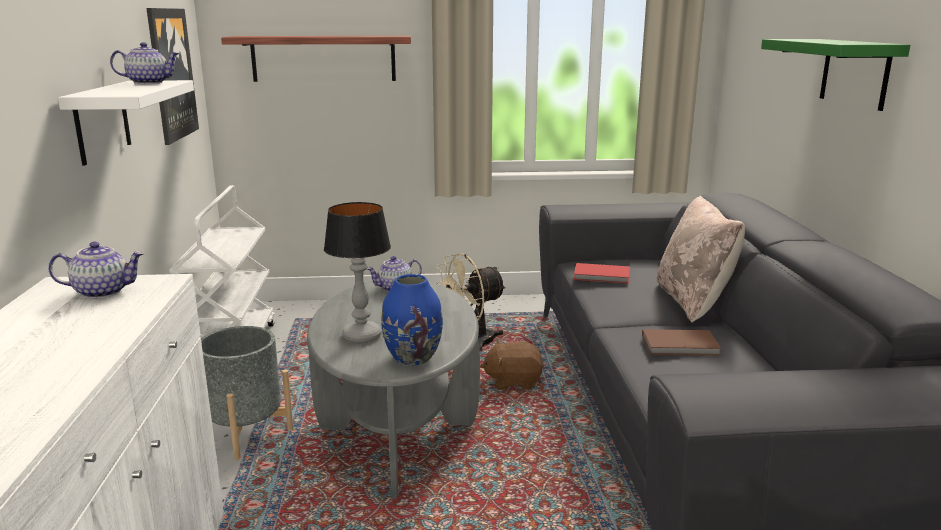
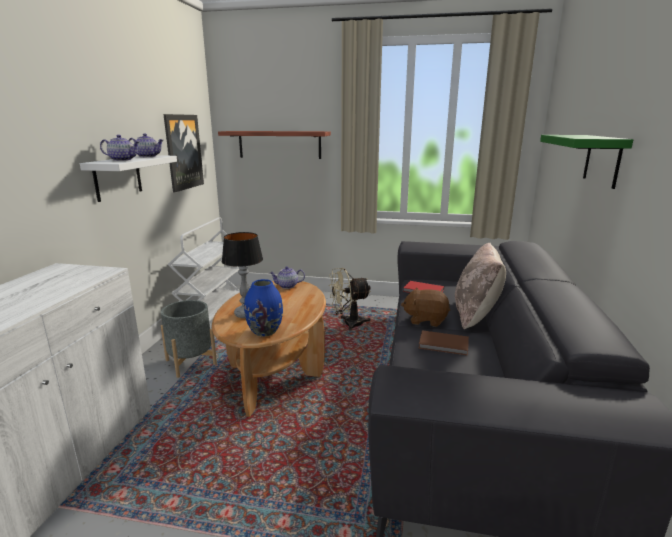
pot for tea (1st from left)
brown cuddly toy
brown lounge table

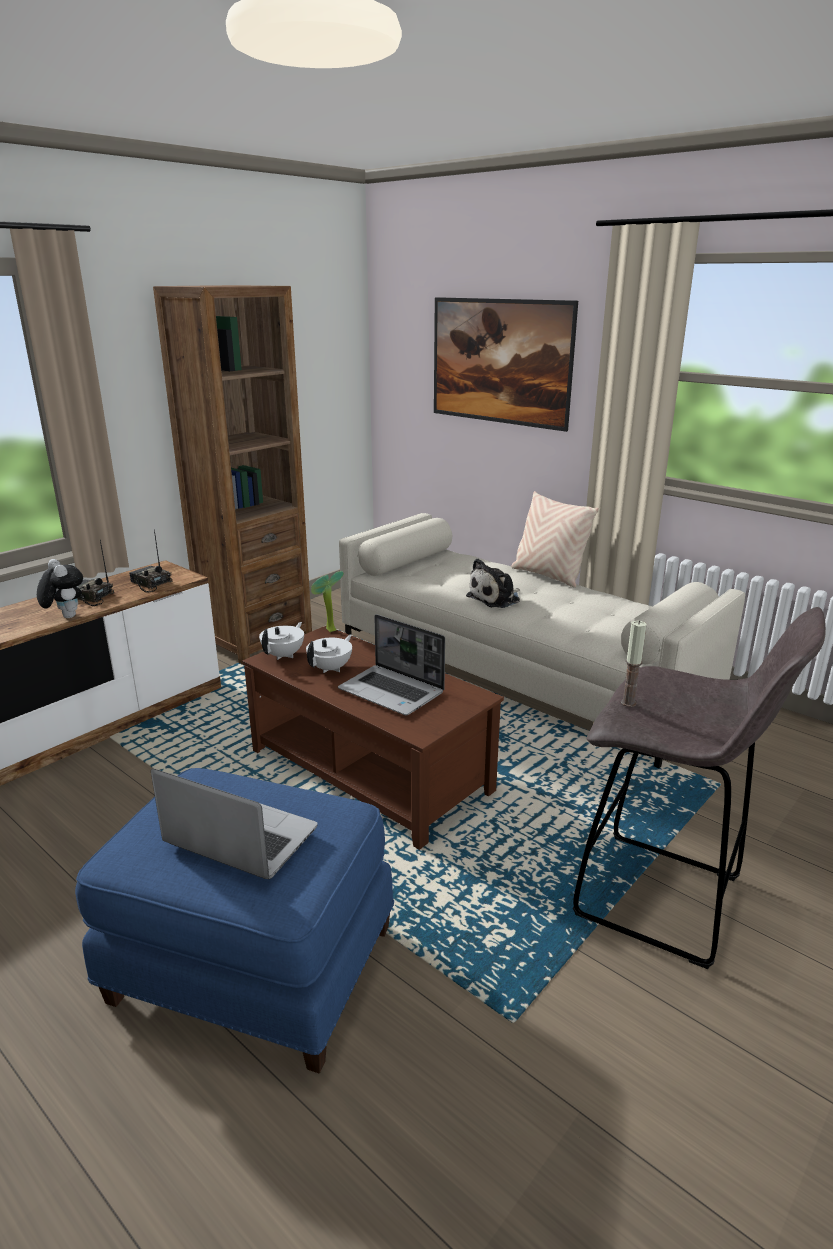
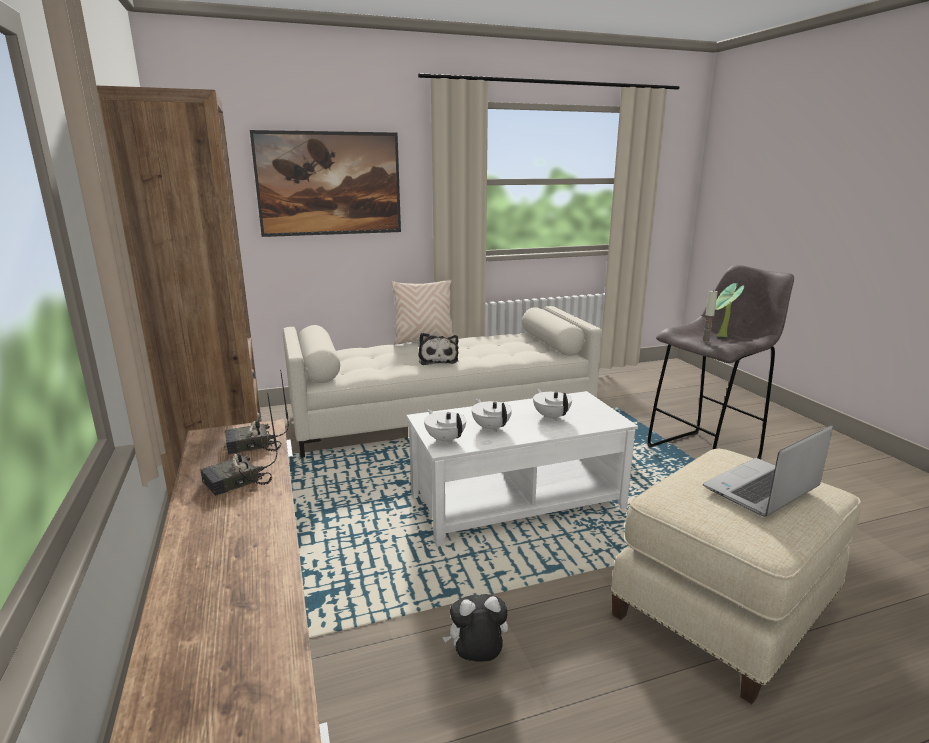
cuddly toy (2nd from left)
potted plant
whitish pot for tea (3rd from left)
sand-coloured footrest
whitish lounge table

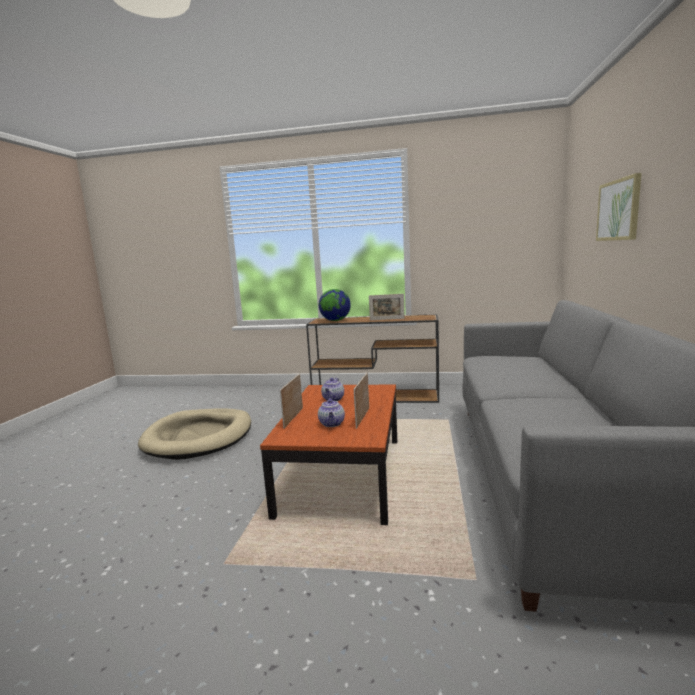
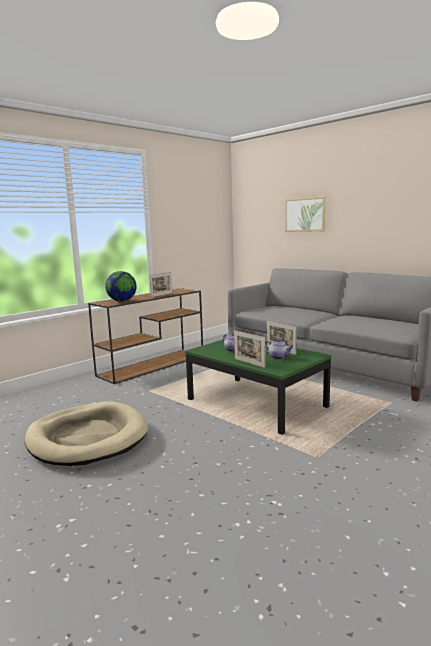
green-coloured lounge table

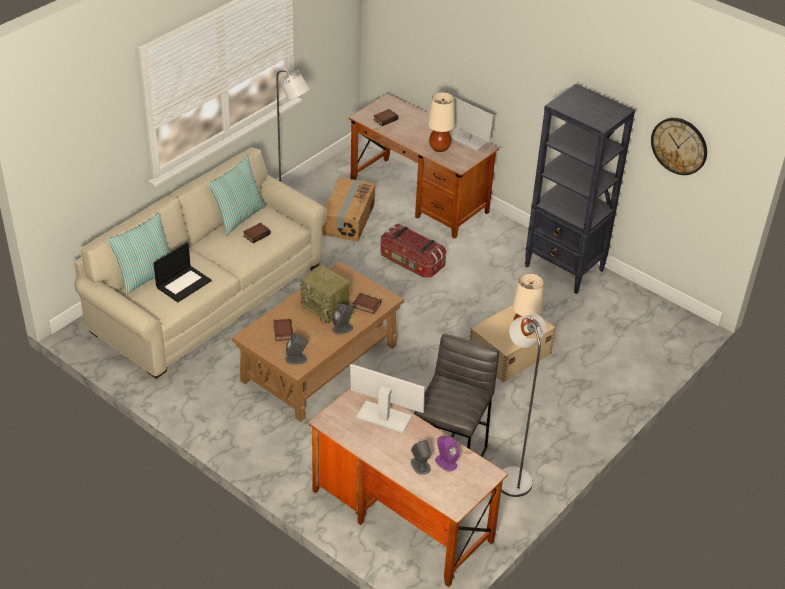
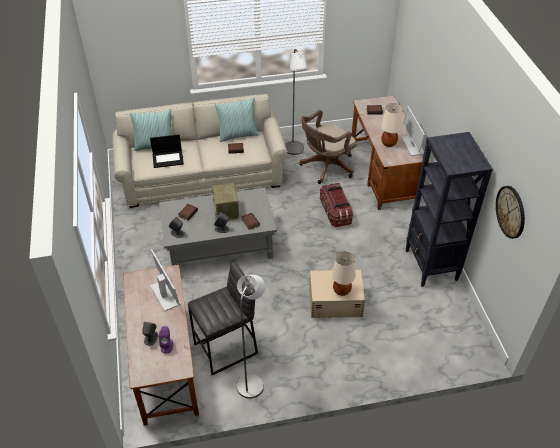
brown office chair
greyish lounge table

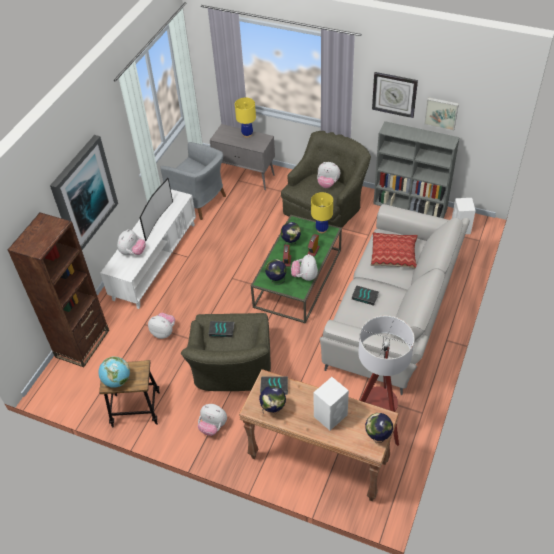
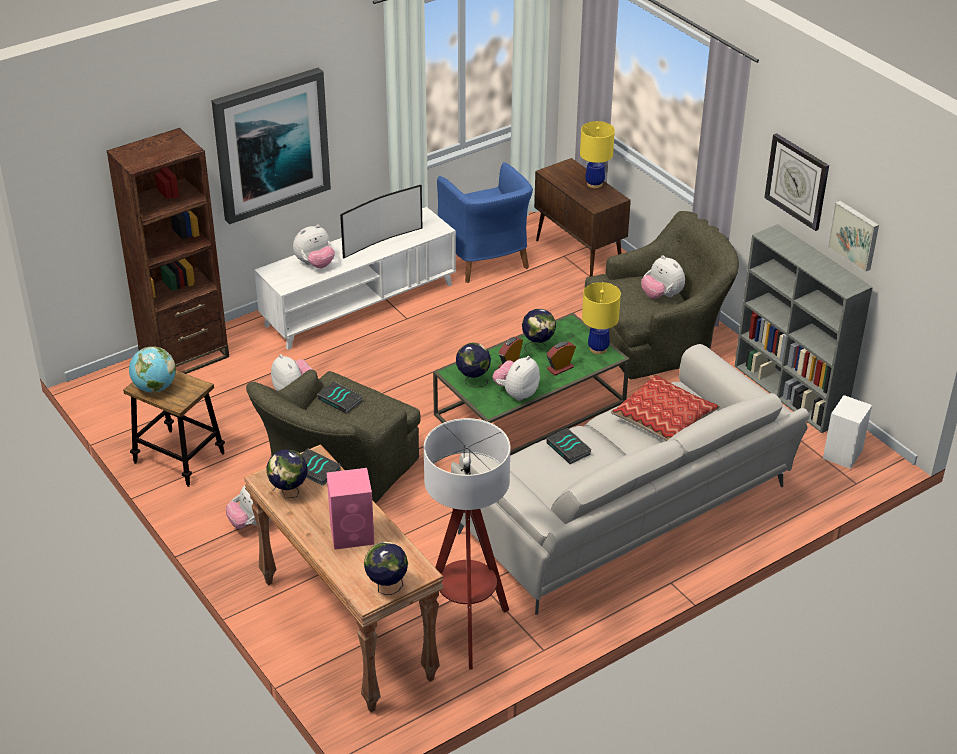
blue-coloured easy chair
brown cupboard
pink audio speaker

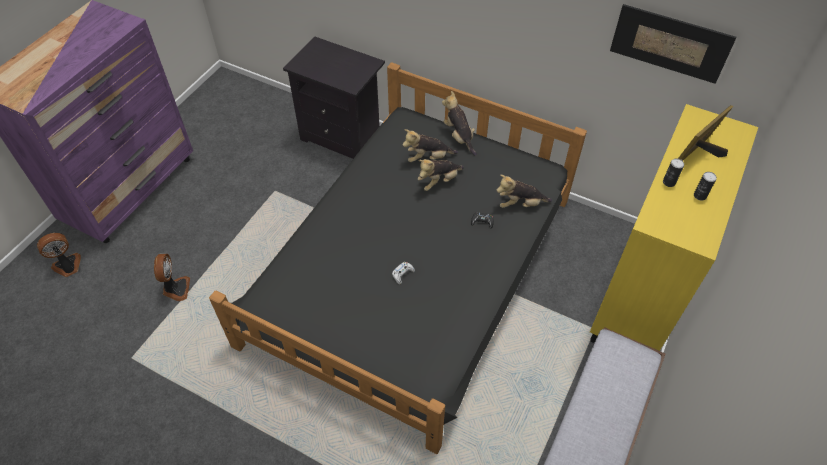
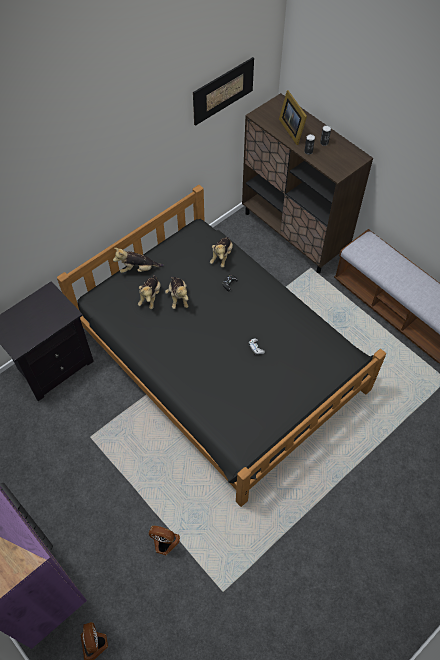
brown cupboard

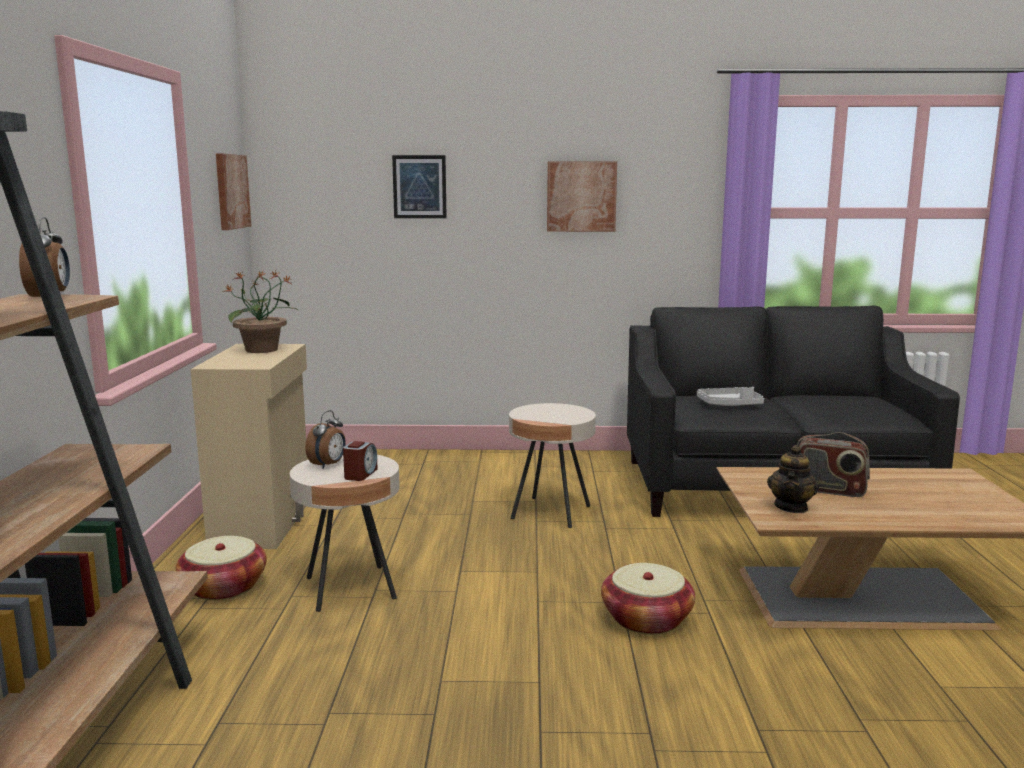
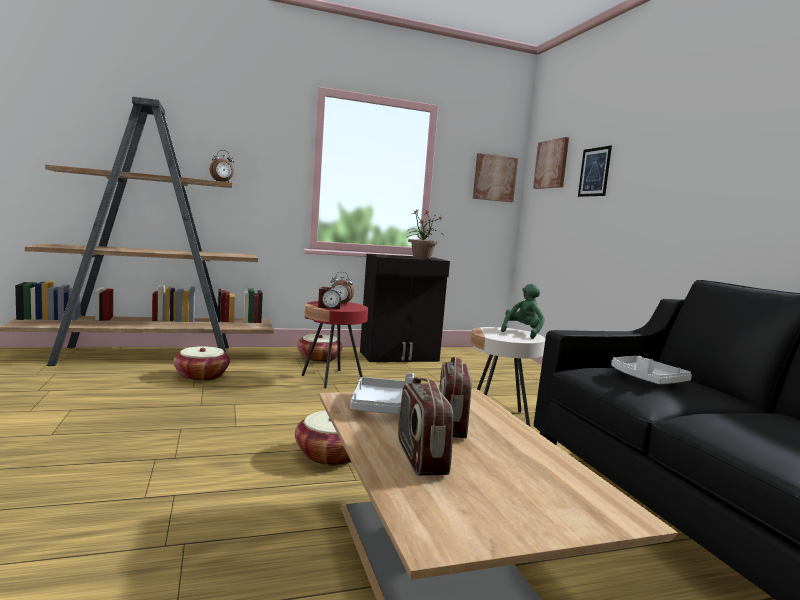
basket (1st from left)
radio set (1st from left)
green-coloured cuddly toy
wall picture (2nd from left)
greyish tray (1st from left)
blackish cupboard
red accent table

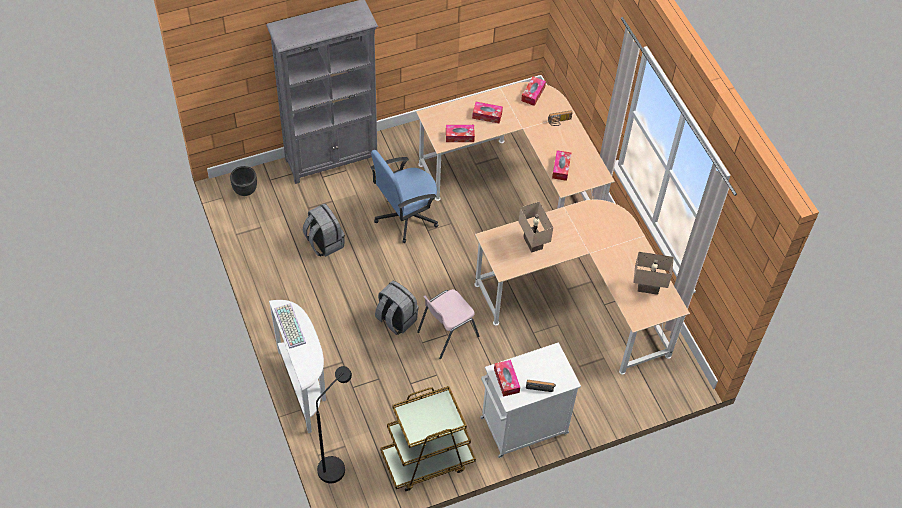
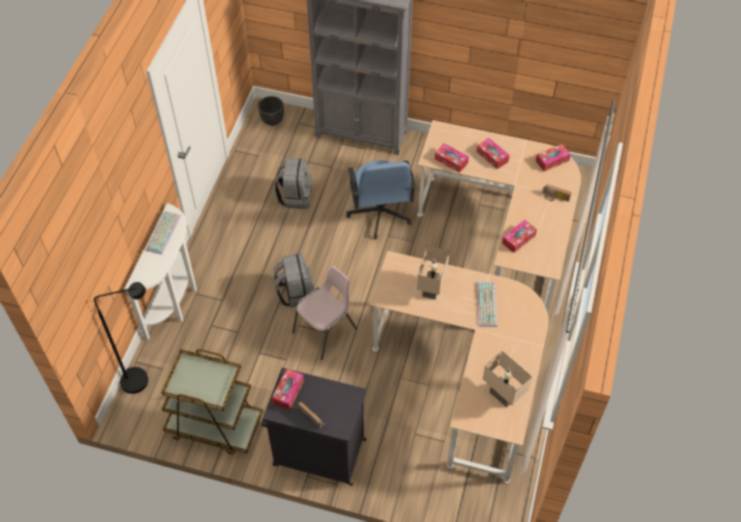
keyboard (2nd from left)
blackish cupboard
blue-coloured office chair
pink upright chair

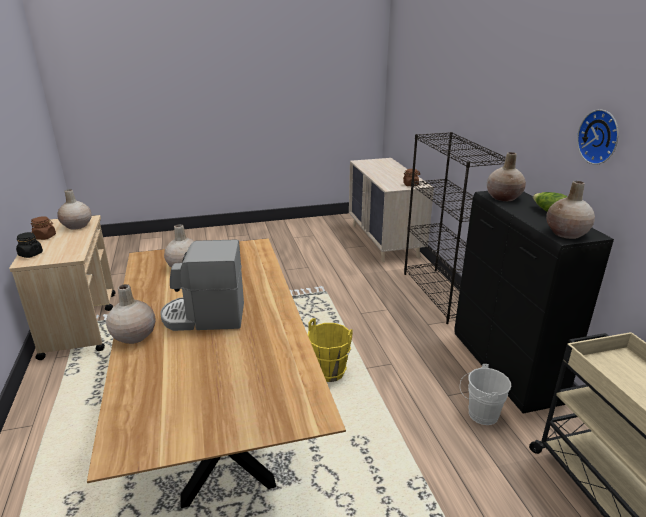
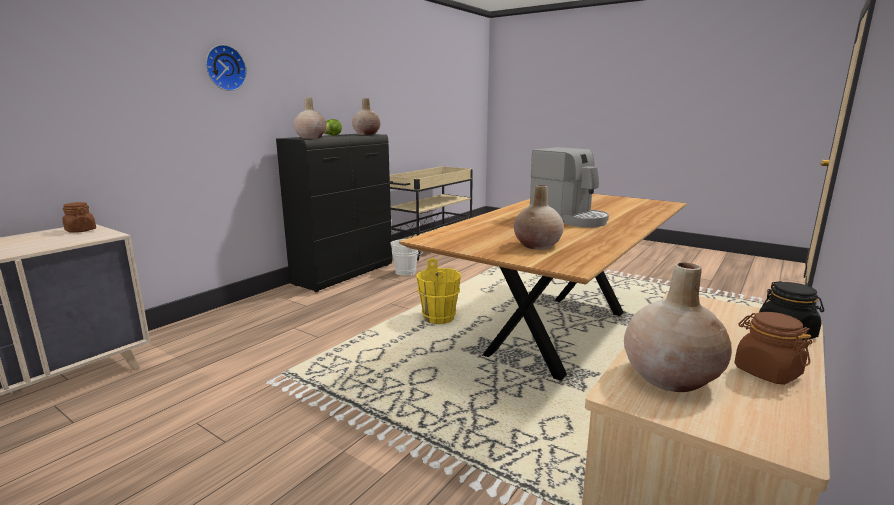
sand-coloured decorative vase (2nd from left in the first image)
blackish bookshelf
hanging clock

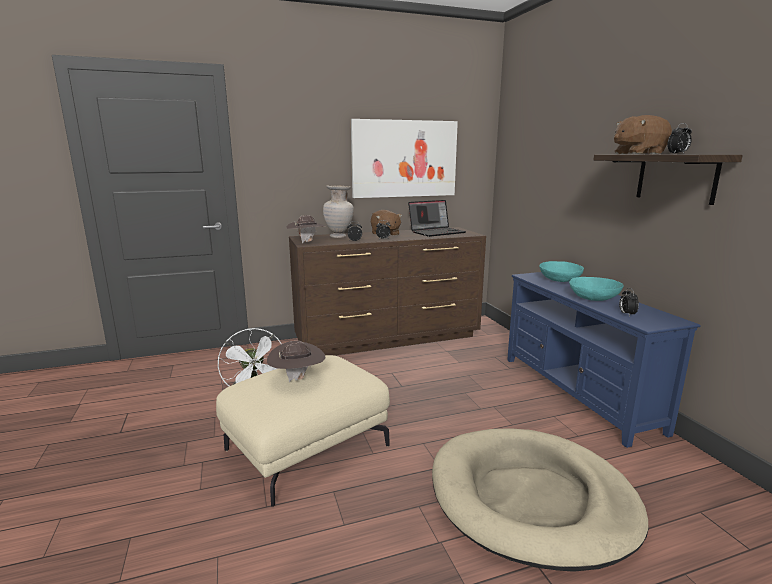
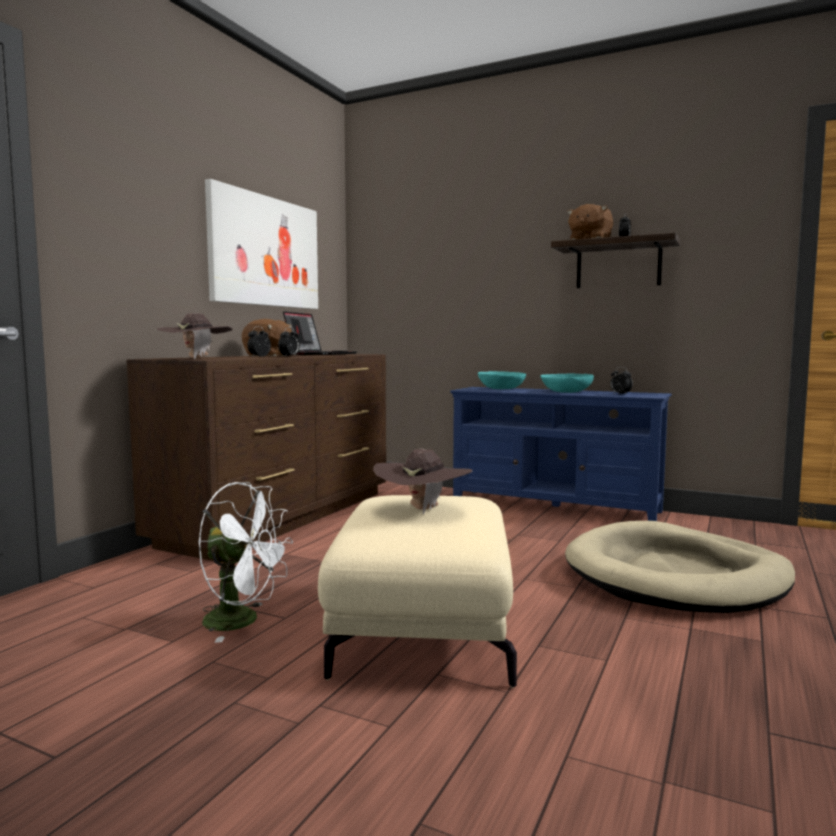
sand-coloured decorative vase

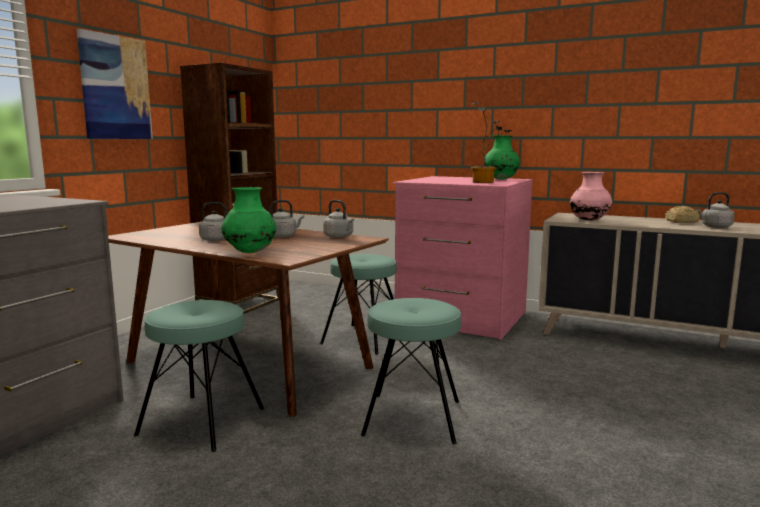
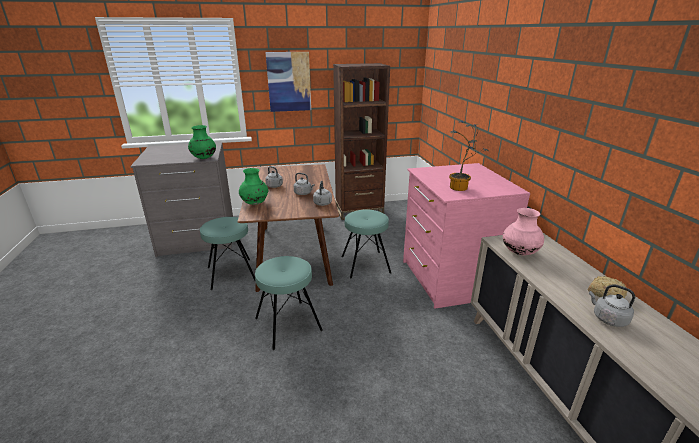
green-coloured decorative vase (1st from left)

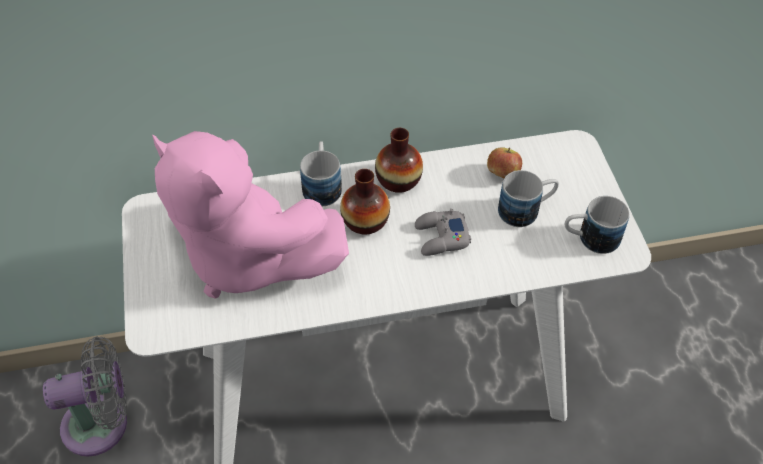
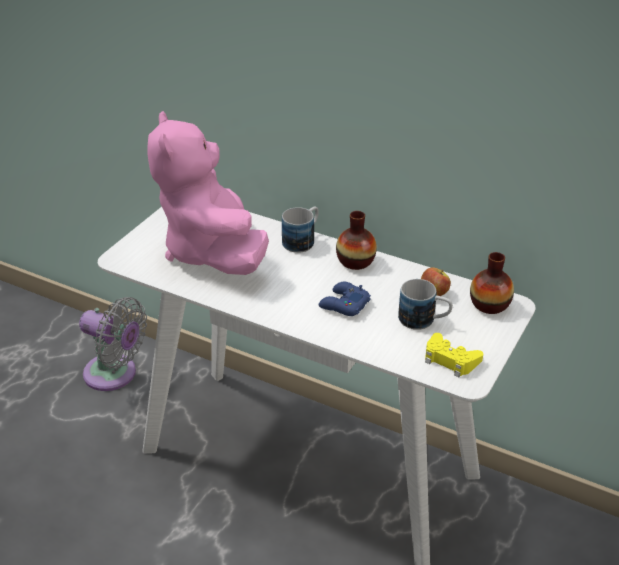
decorative vase (2nd from left)
yellow game controller
blue-coloured game controller

